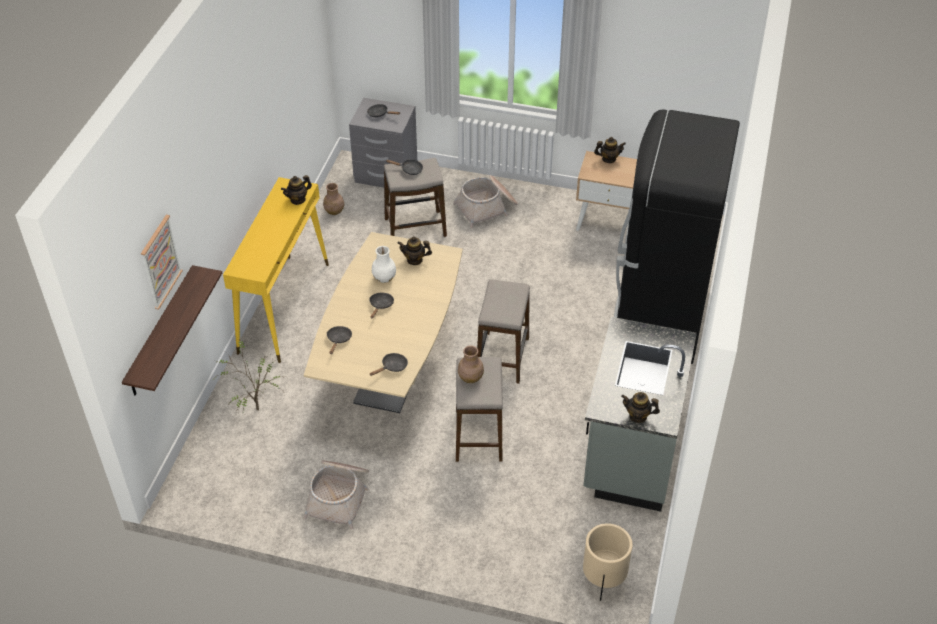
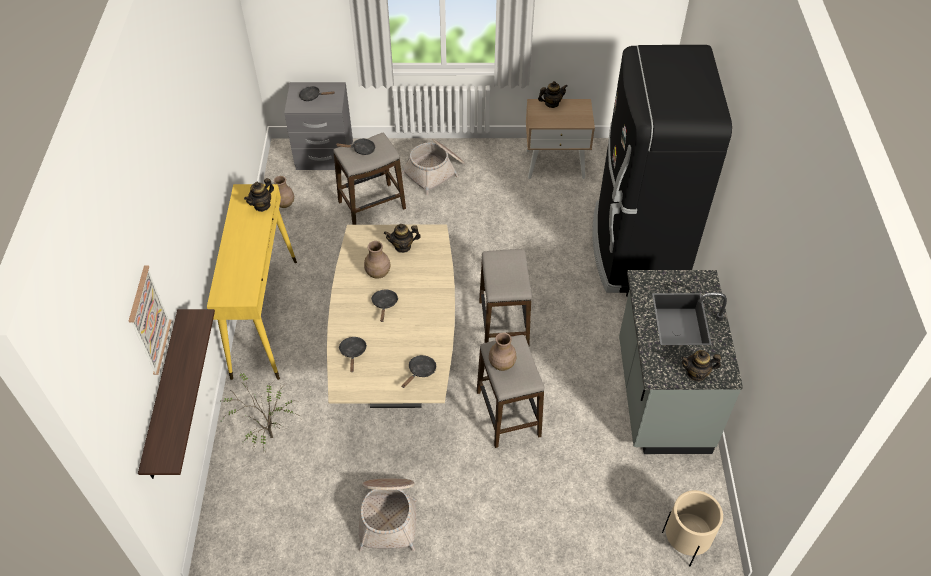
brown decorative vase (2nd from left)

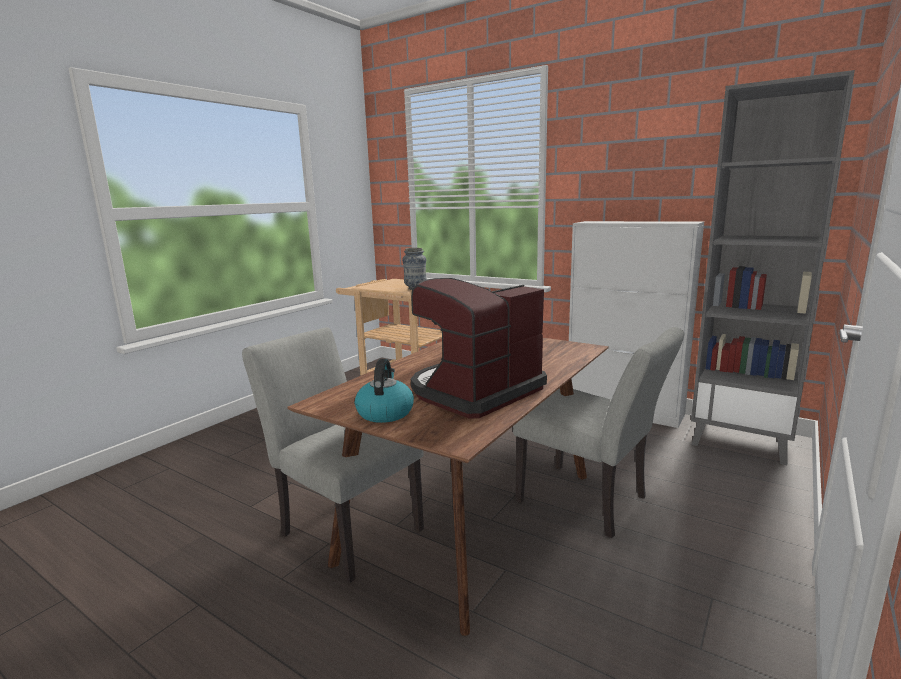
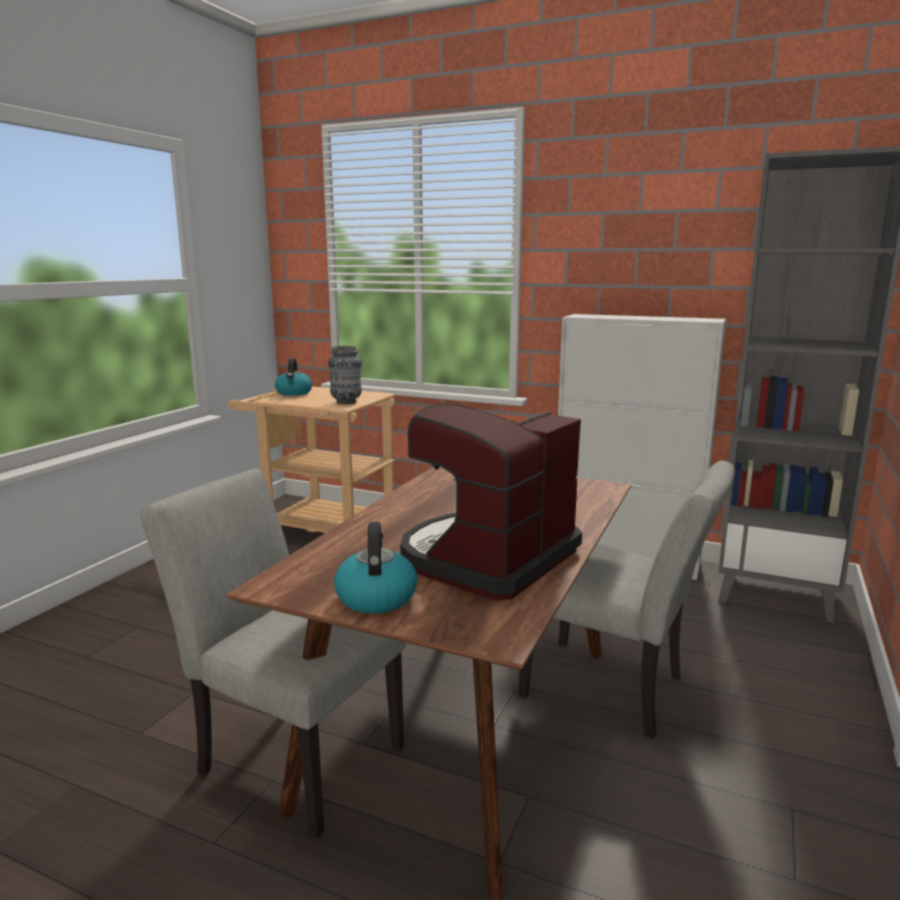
kettle (1st from left)

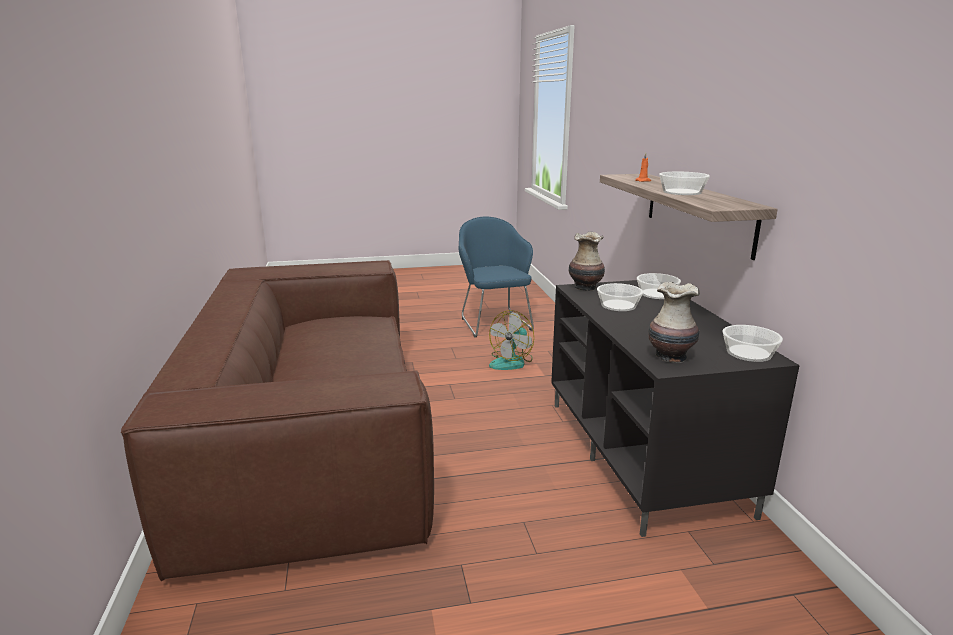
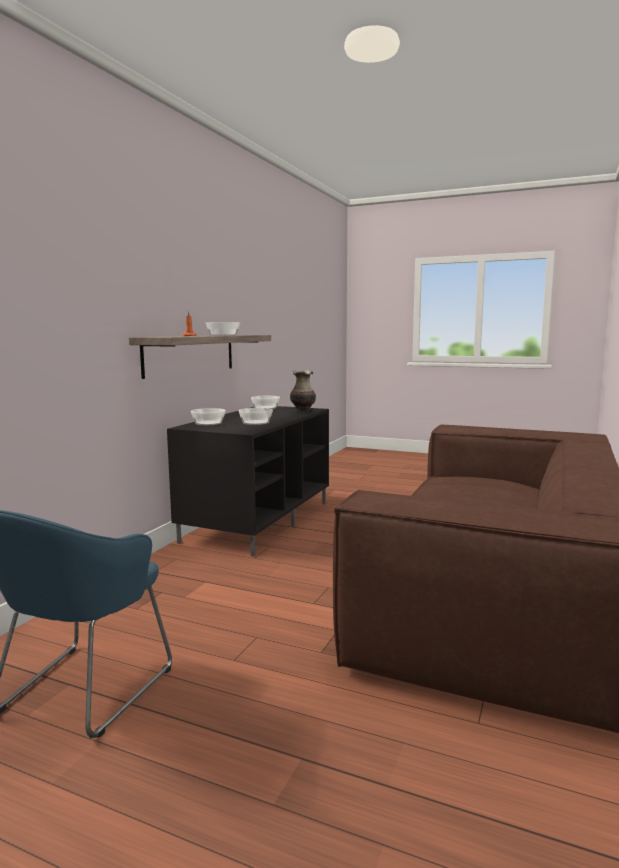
fan
decorative vase (1st from left in the first image)

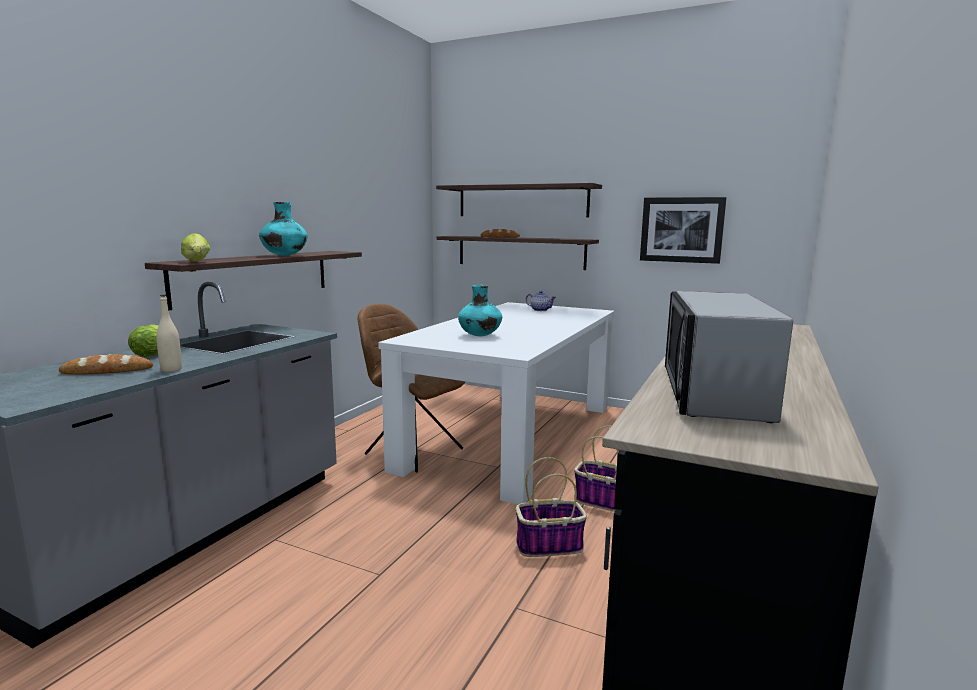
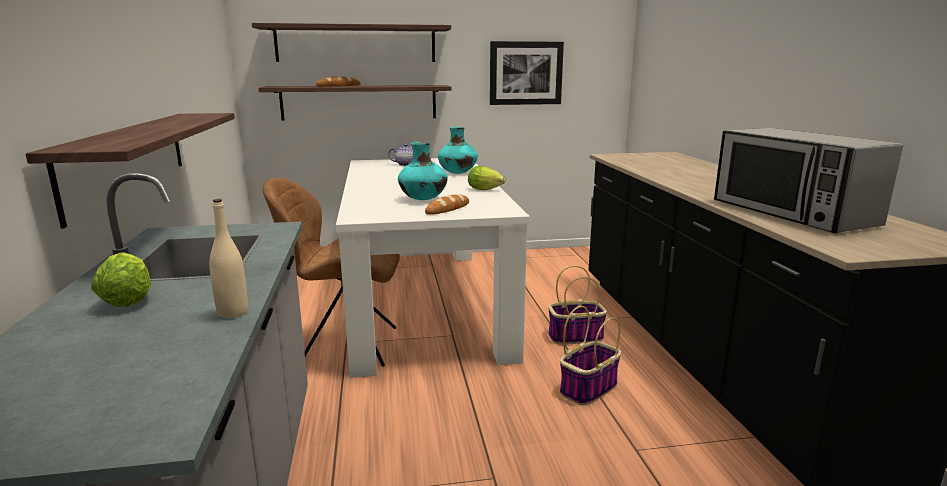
baked bread (2nd from left)
lettuce head (2nd from left)
turquoise decorative vase (2nd from left)

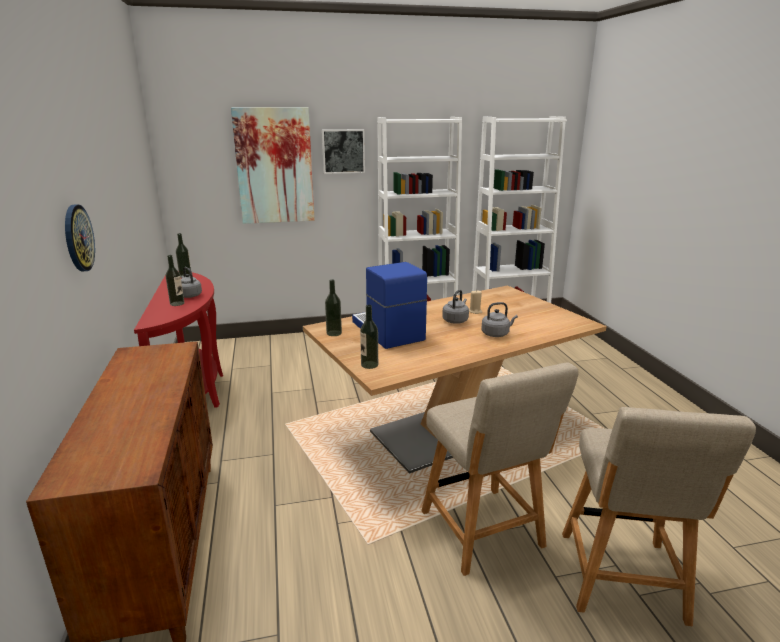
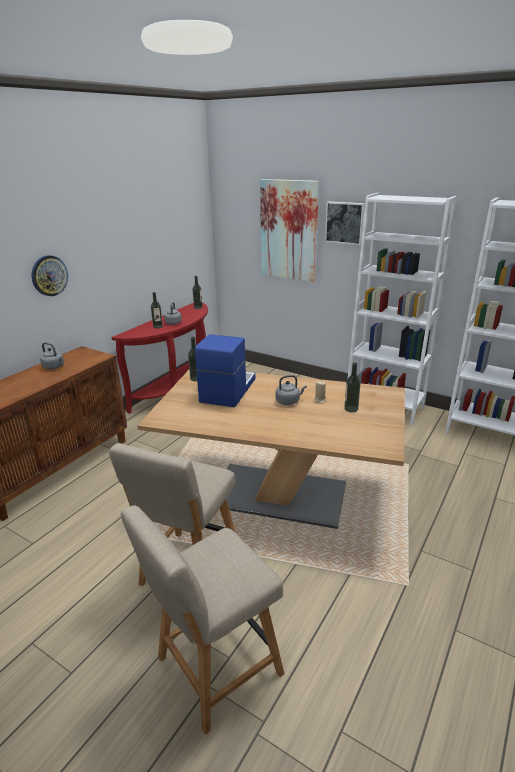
beverage bottle (4th from left)
greyish kettle (1st from left)

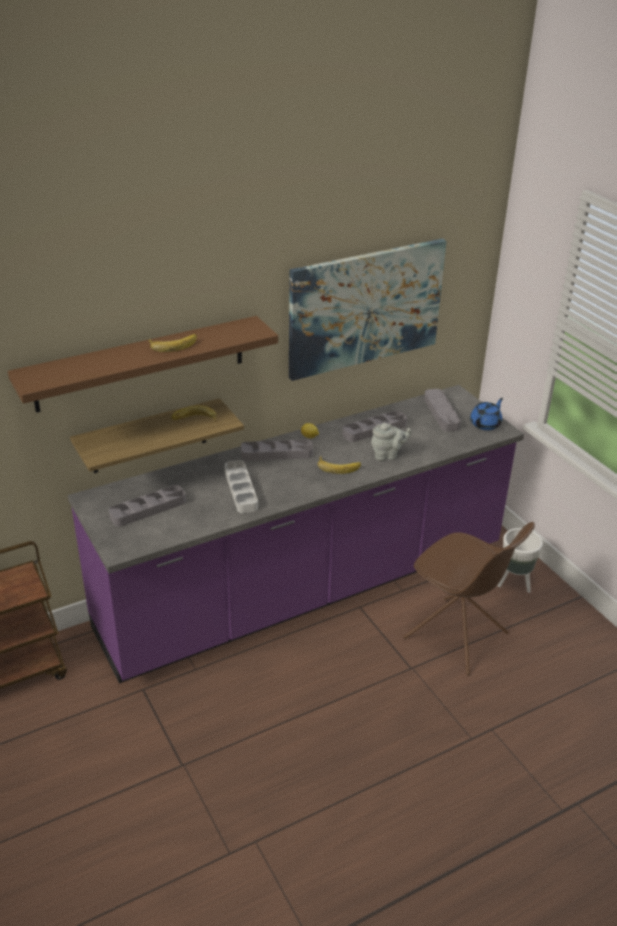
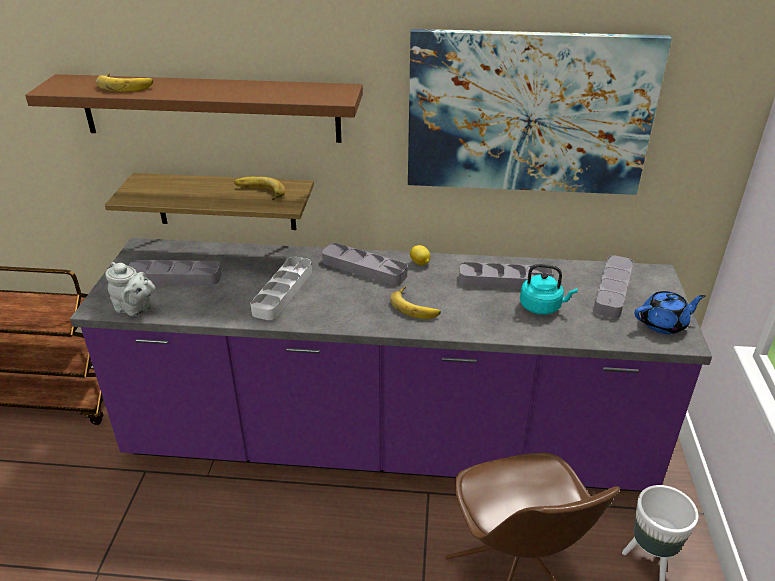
turquoise kettle
banana fruit (1st from left)
greyish pot for tea

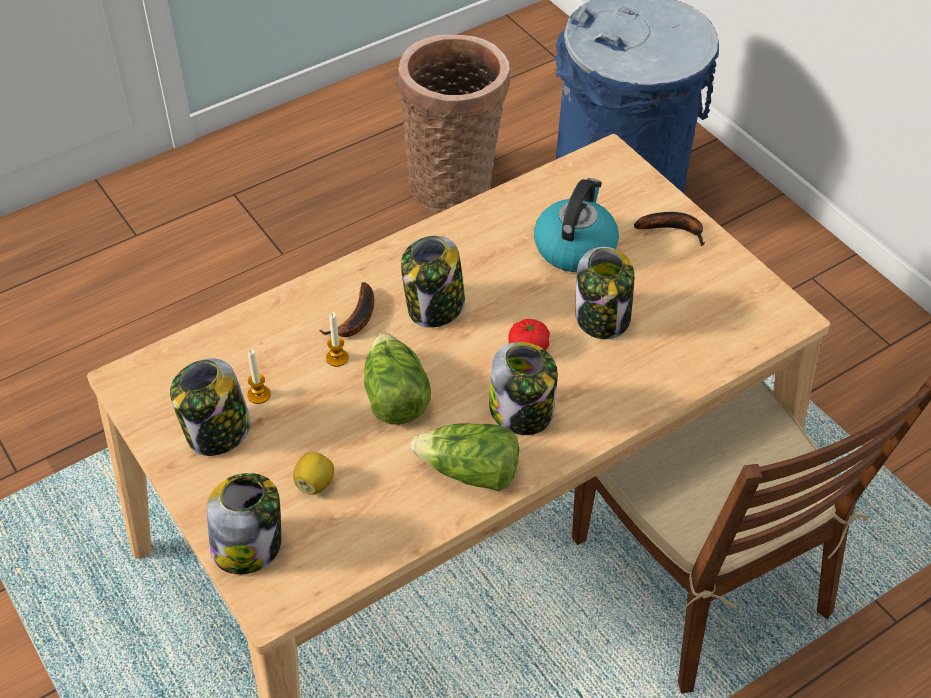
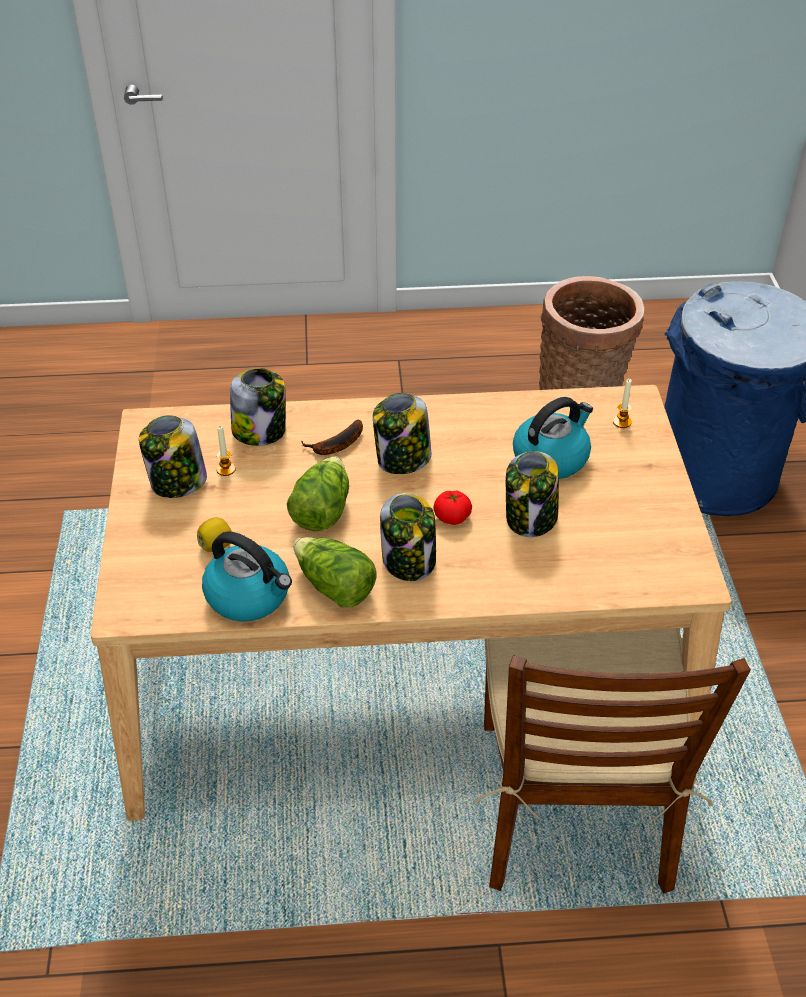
banana fruit (2nd from left in the first image)
kettle (1st from left)
storage jar (2nd from left)
wax light (2nd from left)

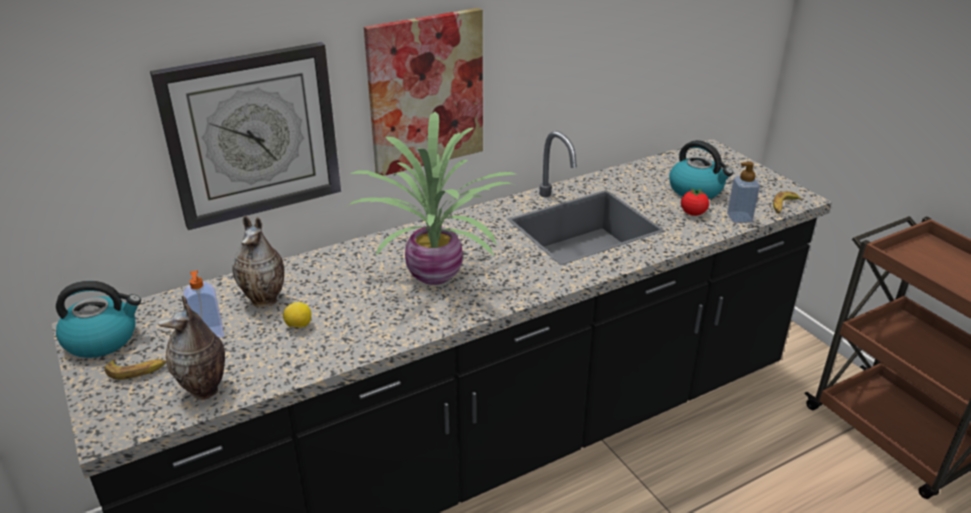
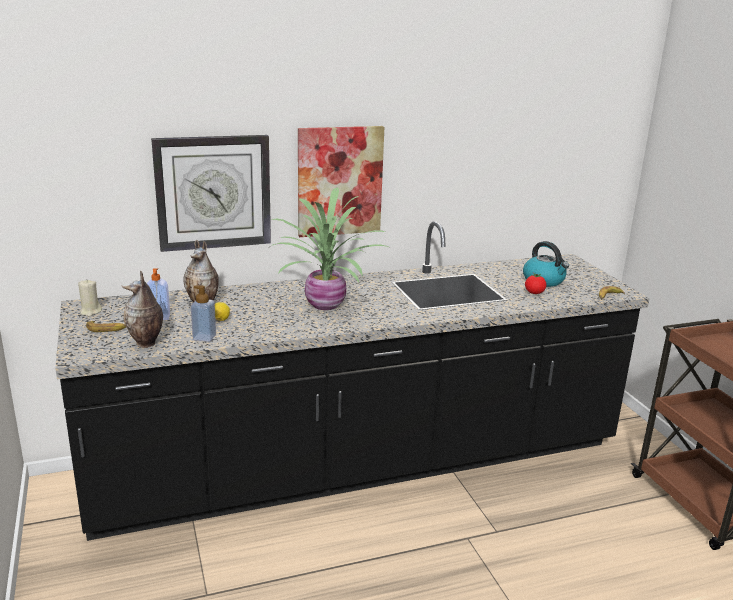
soap bottle (2nd from left)
sand-coloured wax light

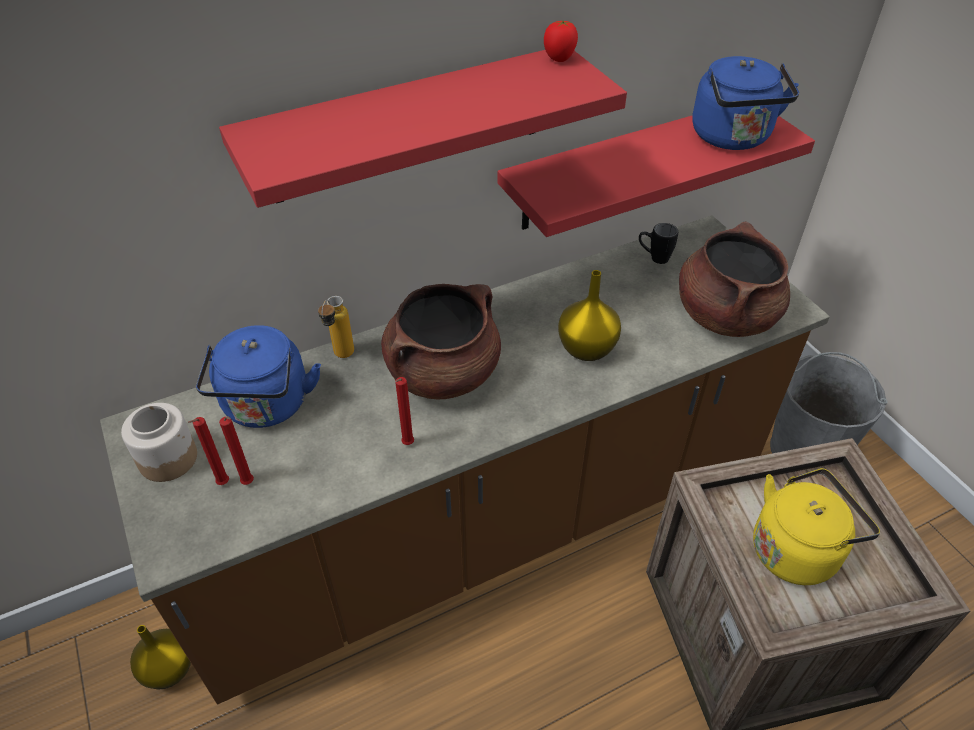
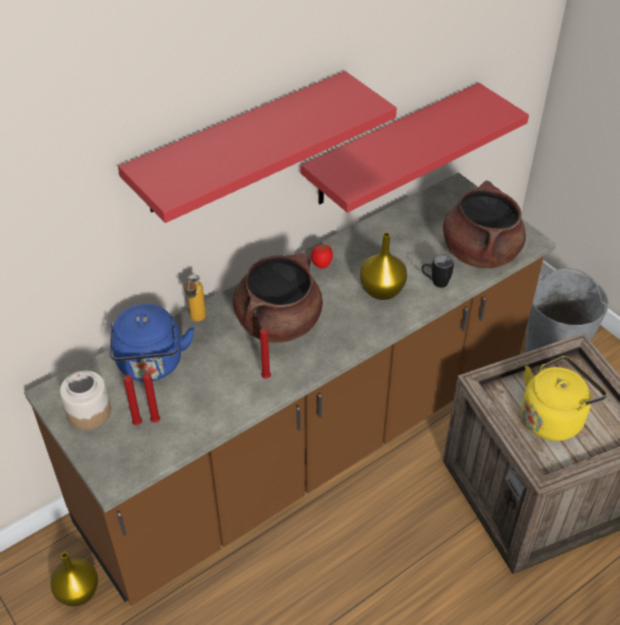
blue-coloured kettle (2nd from left in the first image)
whole tomato
blackish coffee mug

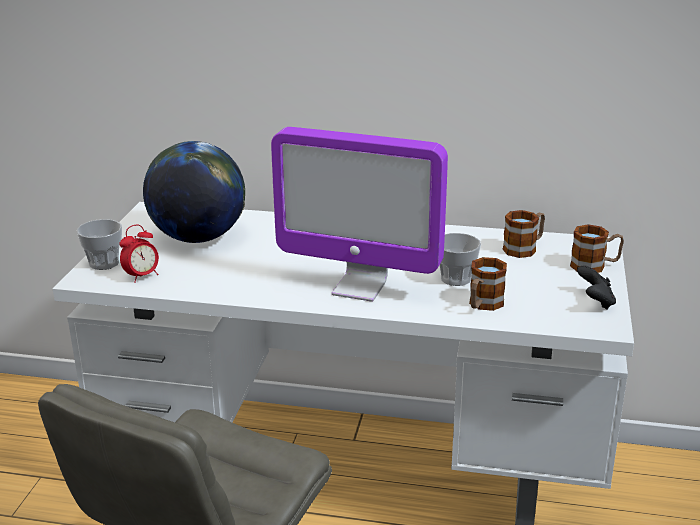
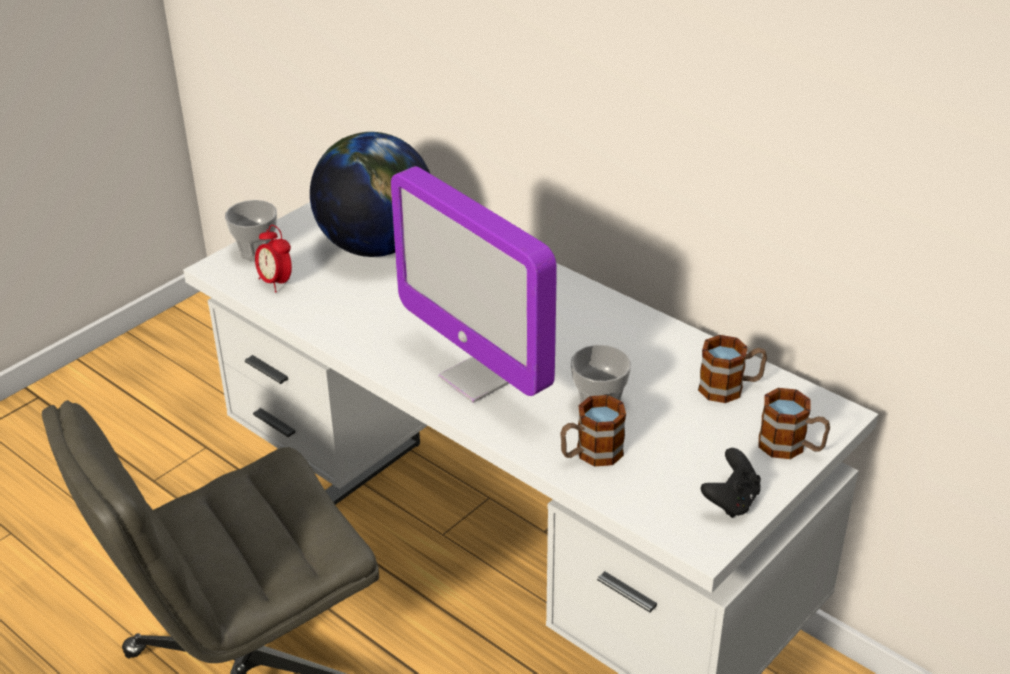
bedside clock

